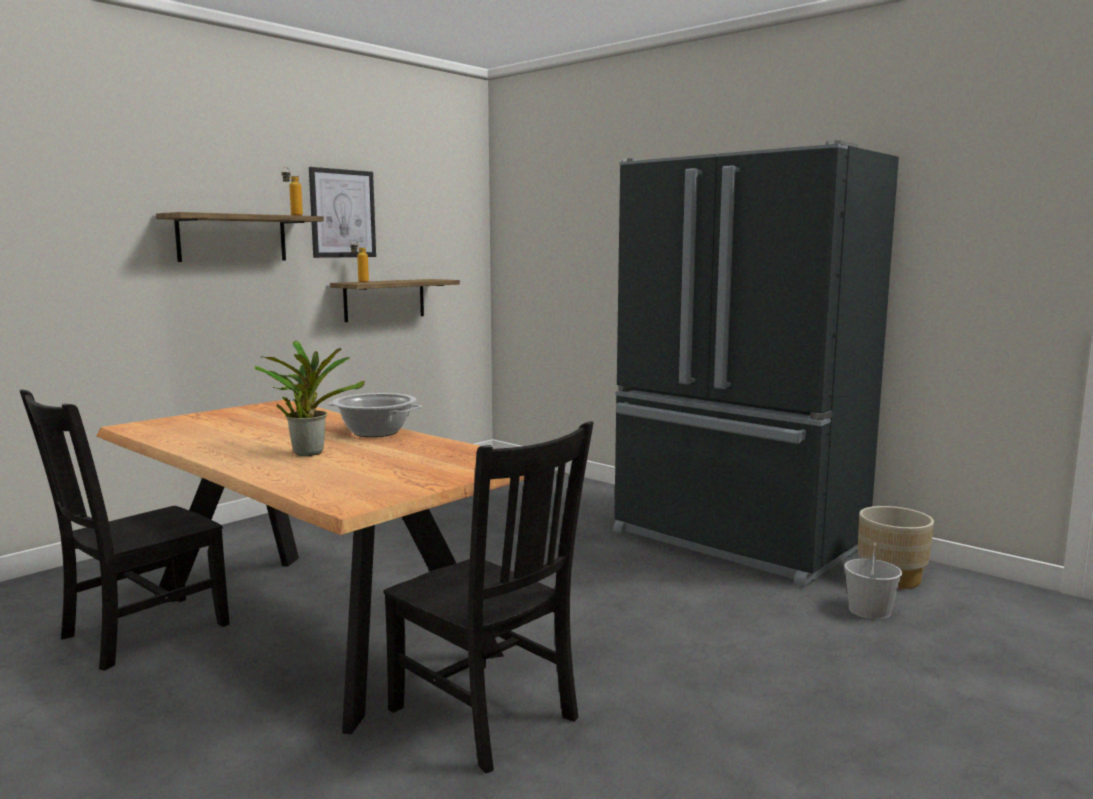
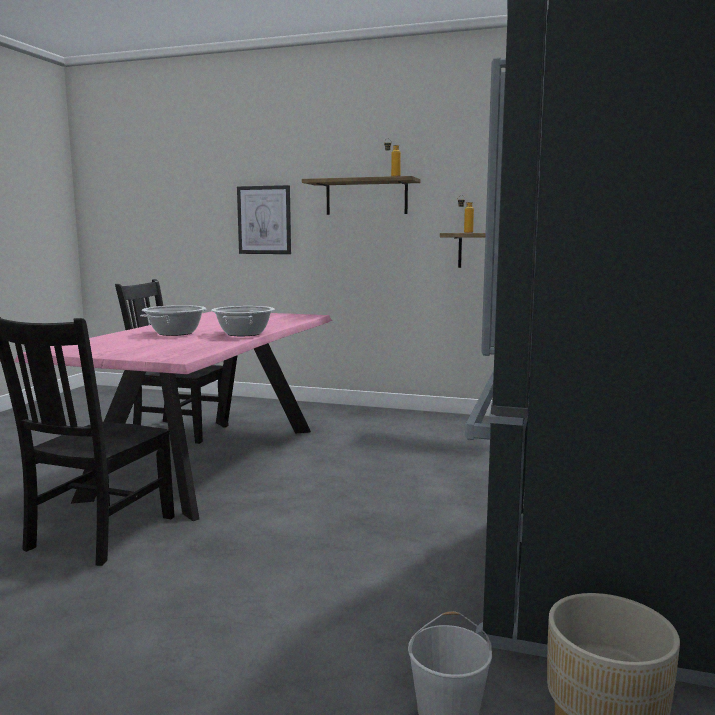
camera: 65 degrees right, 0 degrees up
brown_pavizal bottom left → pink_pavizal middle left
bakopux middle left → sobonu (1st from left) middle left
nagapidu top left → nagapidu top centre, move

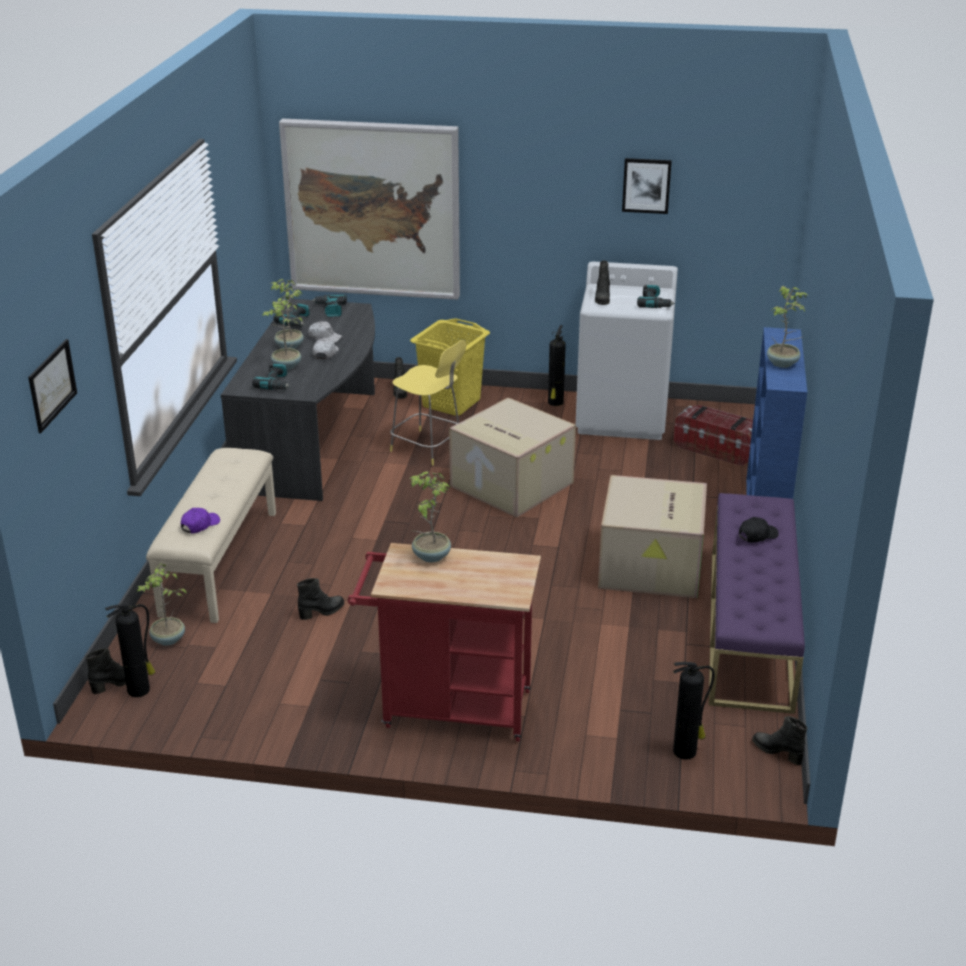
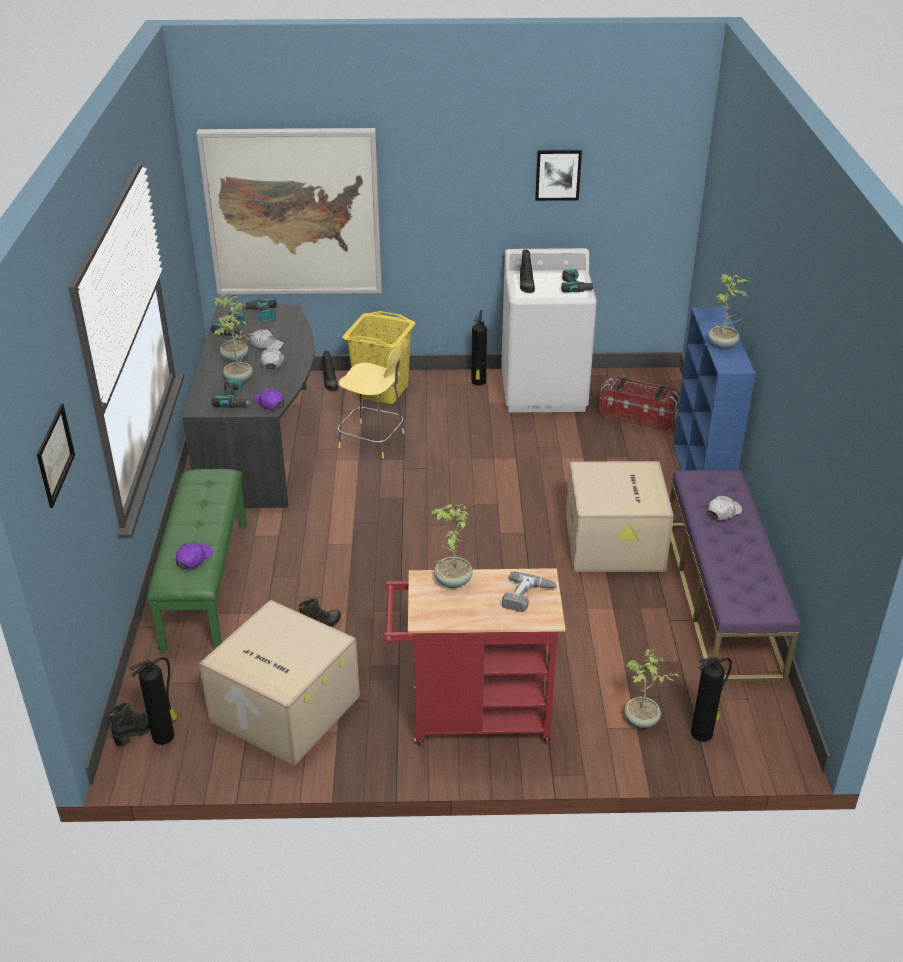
camera: 10 degrees left, 5 degrees up
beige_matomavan middle left → green_matomavan middle left
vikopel (1st from left) centre → vikopel (1st from left) bottom left, move
- → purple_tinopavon (2nd from left) middle left
- → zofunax (4th from left) centre
bakopux (1st from left in the first image) middle left → bakopux (4th from left) bottom right, move
black_tinopavon middle right → white_tinopavon (3rd from left) middle right
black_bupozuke (5th from left) bottom right → -

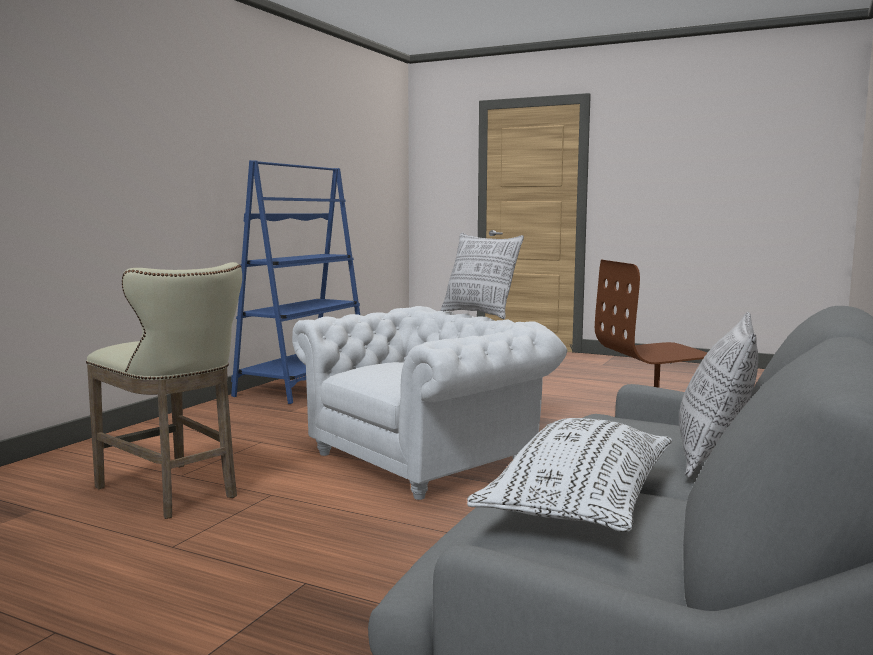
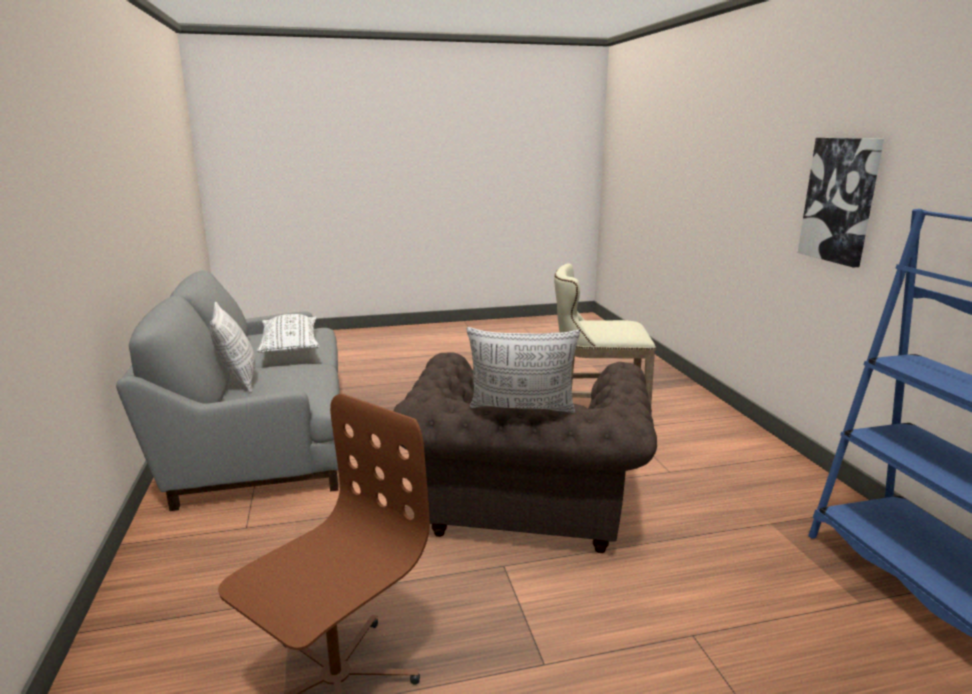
camera: 140 degrees right, 10 degrees up
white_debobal centre → brown_debobal centre
- → nagapidu top right

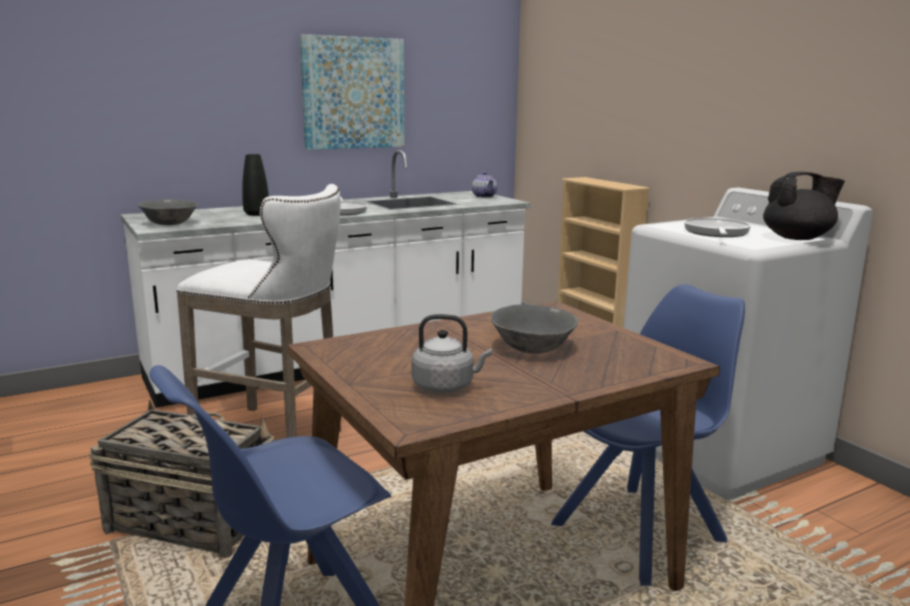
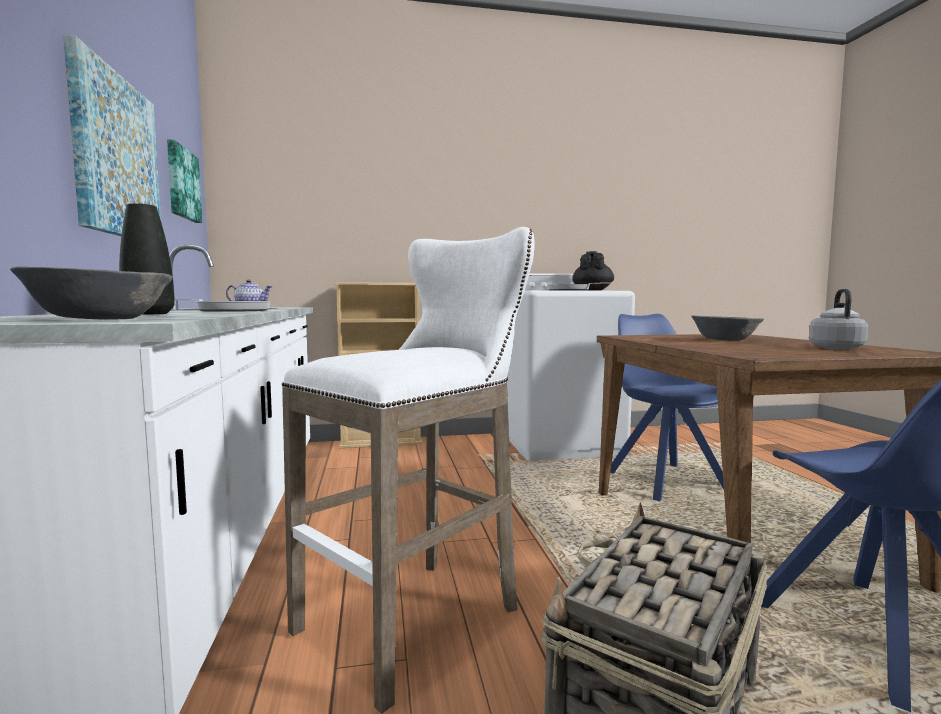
camera: 70 degrees left, 10 degrees down
- → nagapidu (2nd from left) top left

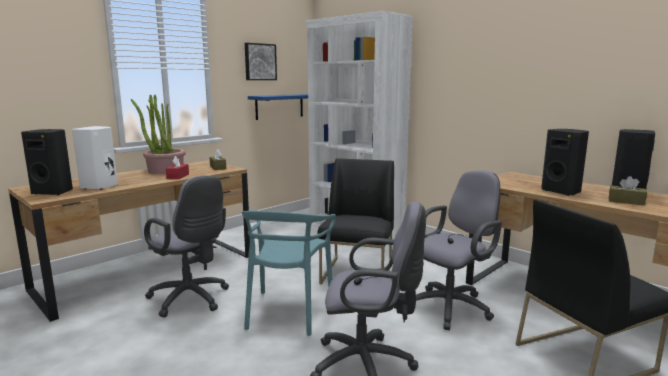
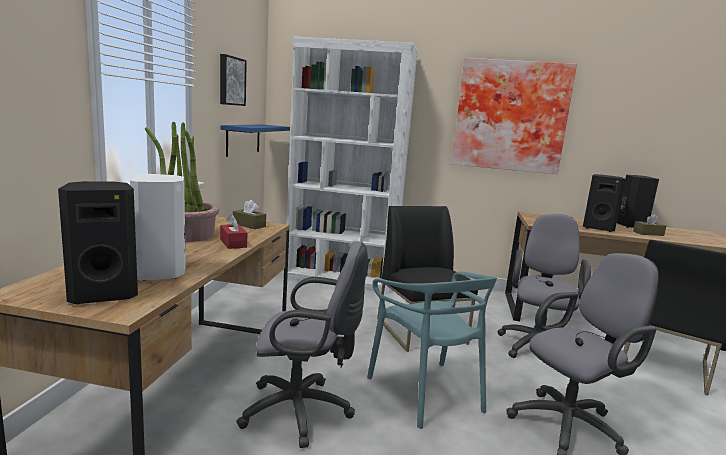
camera: 35 degrees left, 0 degrees up
- → nagapidu (2nd from left) top right

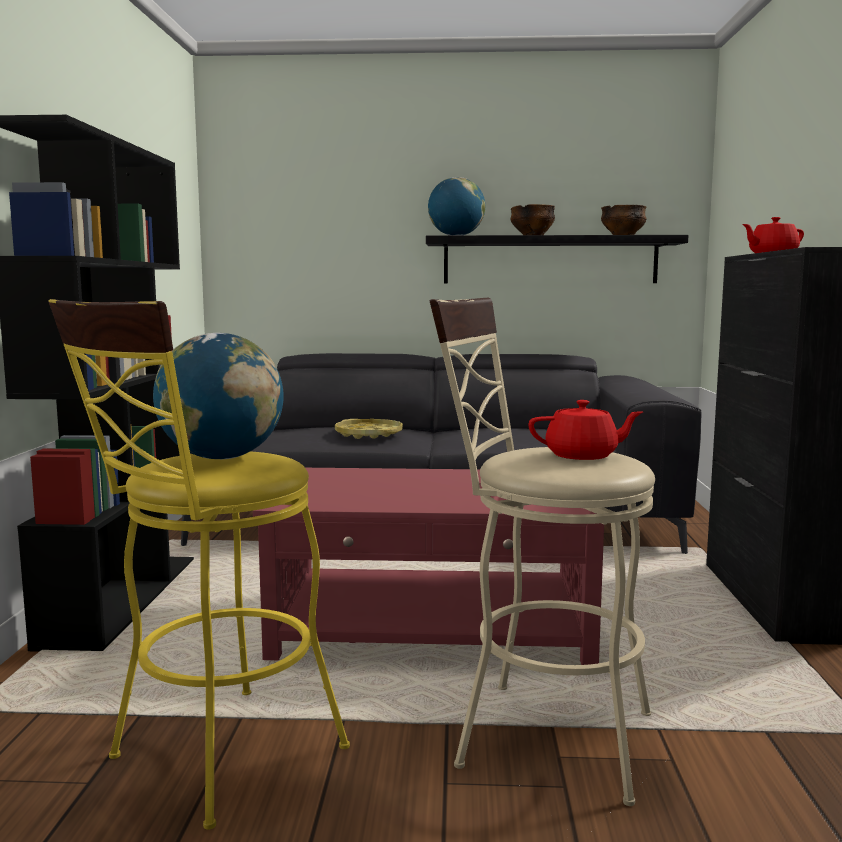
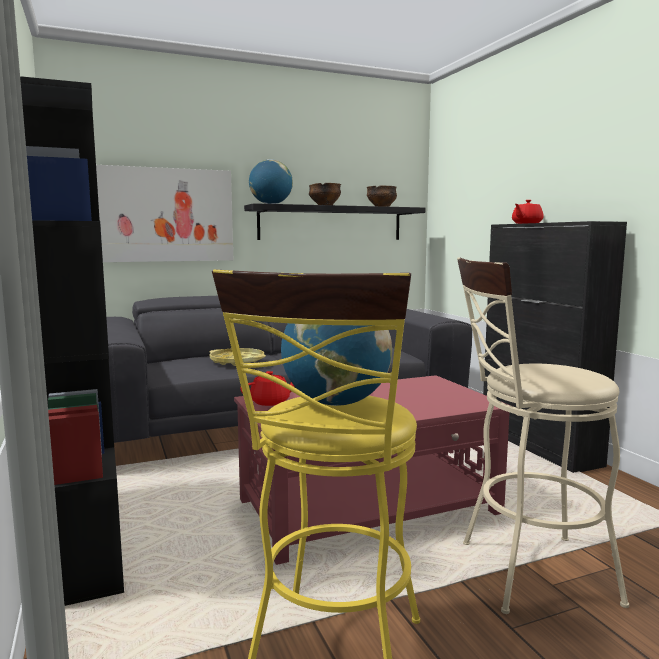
camera: 25 degrees left, 0 degrees up
- → nagapidu top left
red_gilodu (1st from left) middle right → red_gilodu (1st from left) centre, move

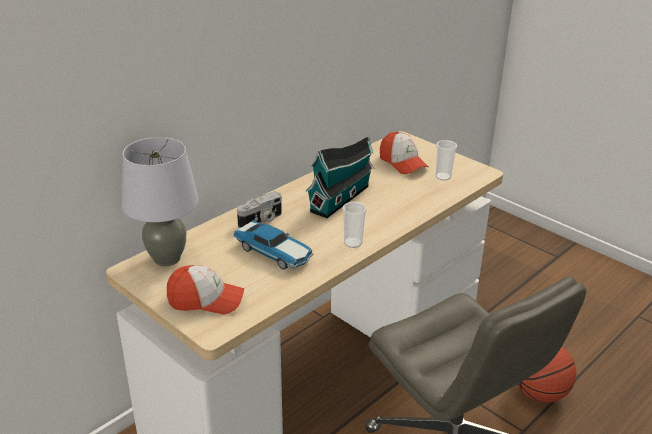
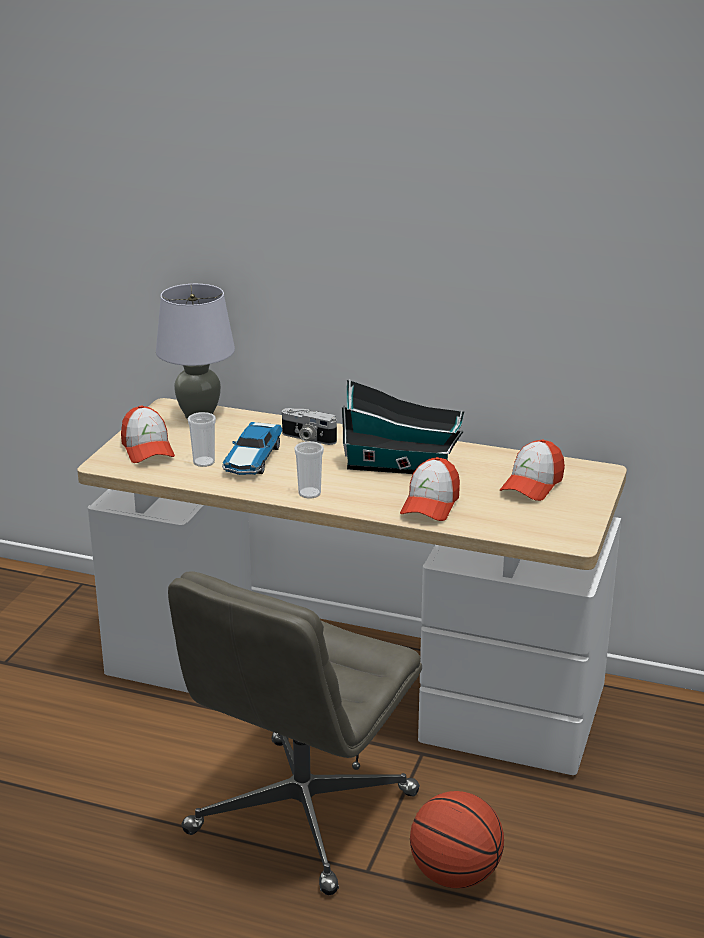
camera: 65 degrees right, 5 degrees down
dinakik (2nd from left in the first image) middle right → dinakik (1st from left) middle left, move
- → tinopavon (2nd from left) centre

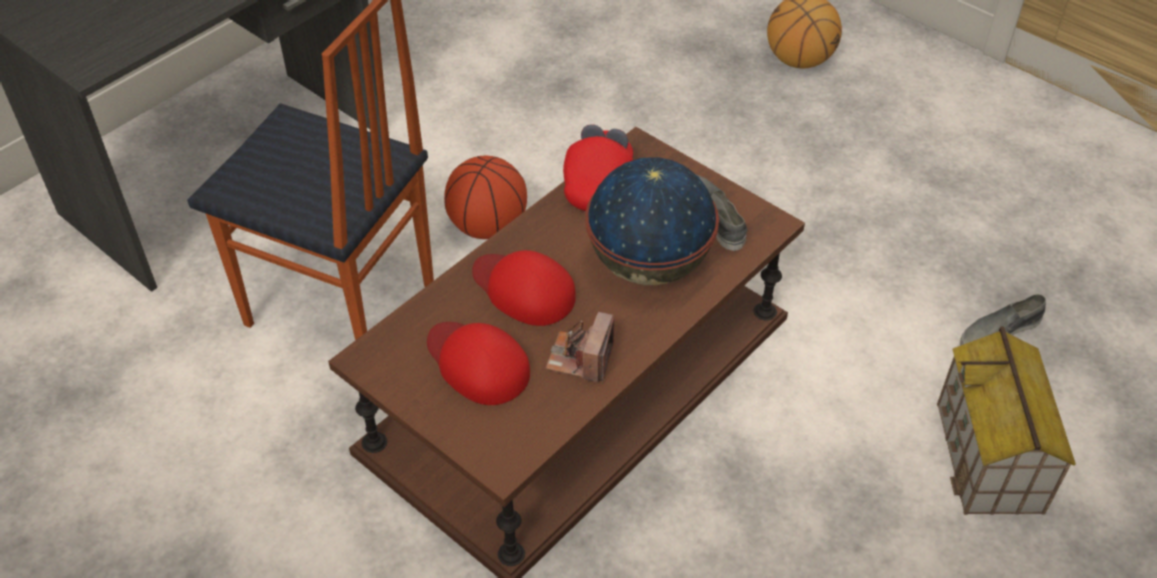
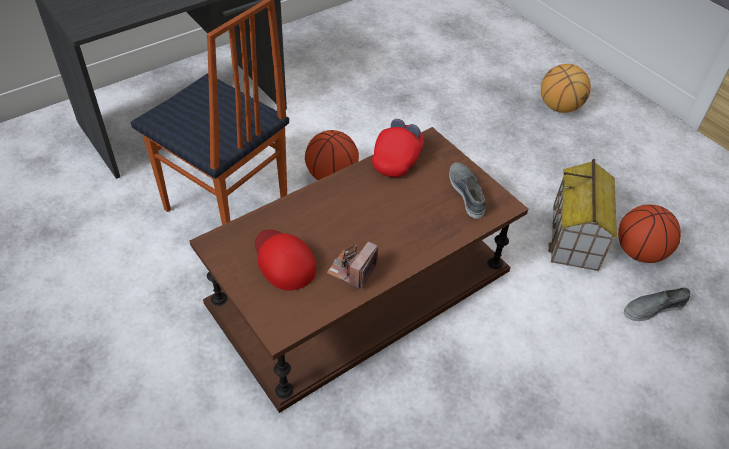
camera: 10 degrees right, 0 degrees up
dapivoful bottom right → dapivoful middle right, move
- → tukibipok (3rd from left) middle right
red_tinopavon (2nd from left) centre → -
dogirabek centre → -

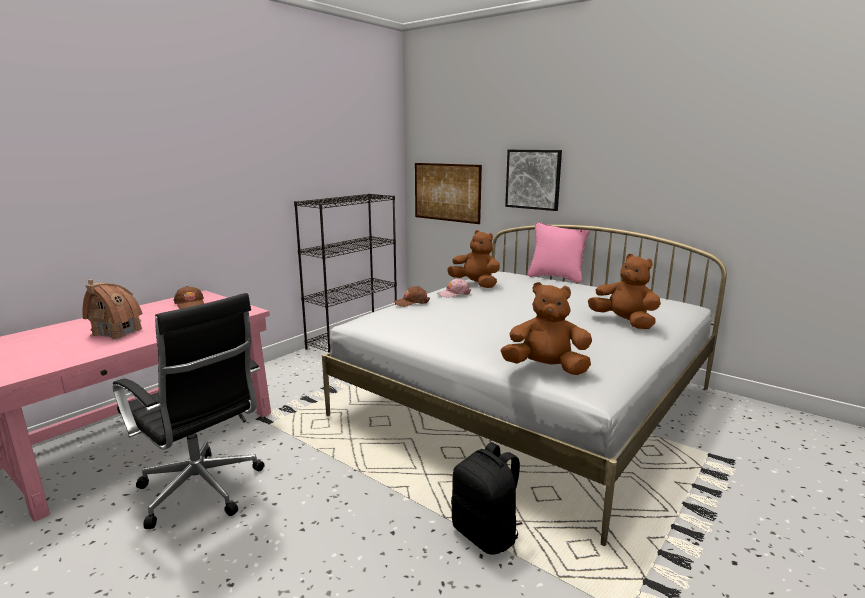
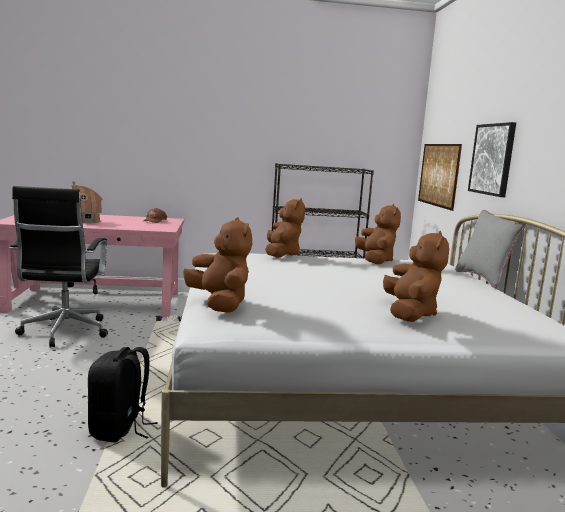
camera: 45 degrees right, 5 degrees down
brown_tinopavon (2nd from left) centre → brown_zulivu (2nd from left) centre
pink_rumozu centre → grey_rumozu middle right
pink_tinopavon centre → -

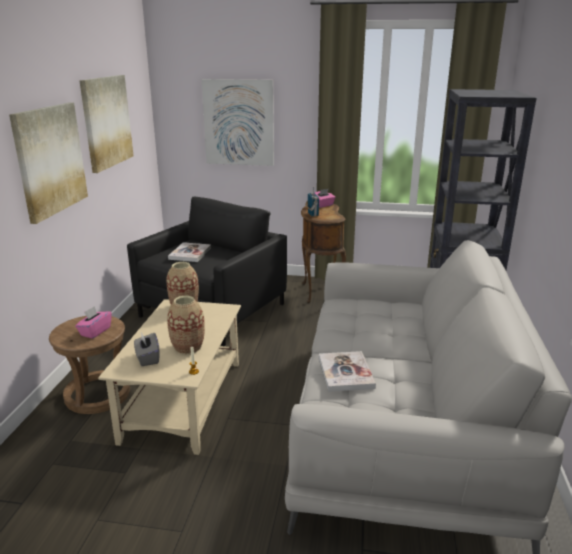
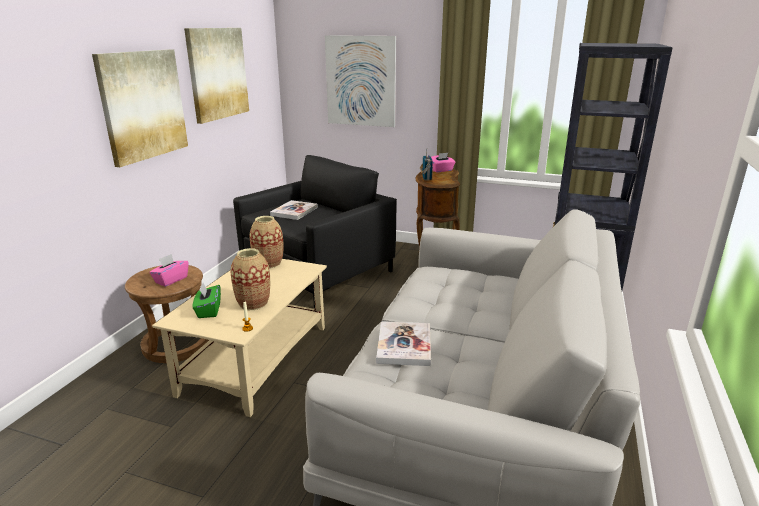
camera: 10 degrees right, 0 degrees up
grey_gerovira middle left → green_gerovira middle left

